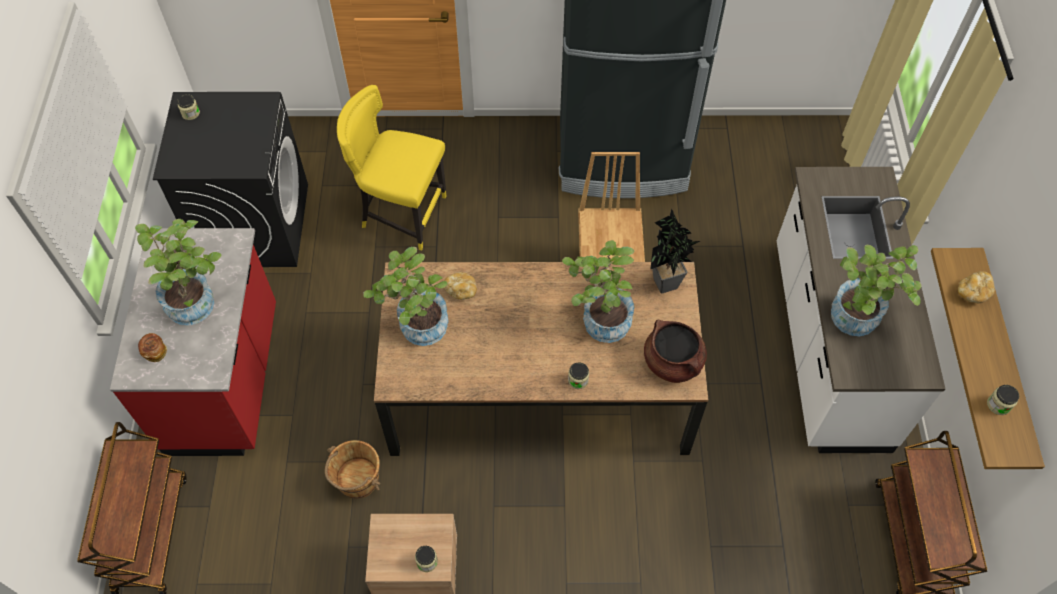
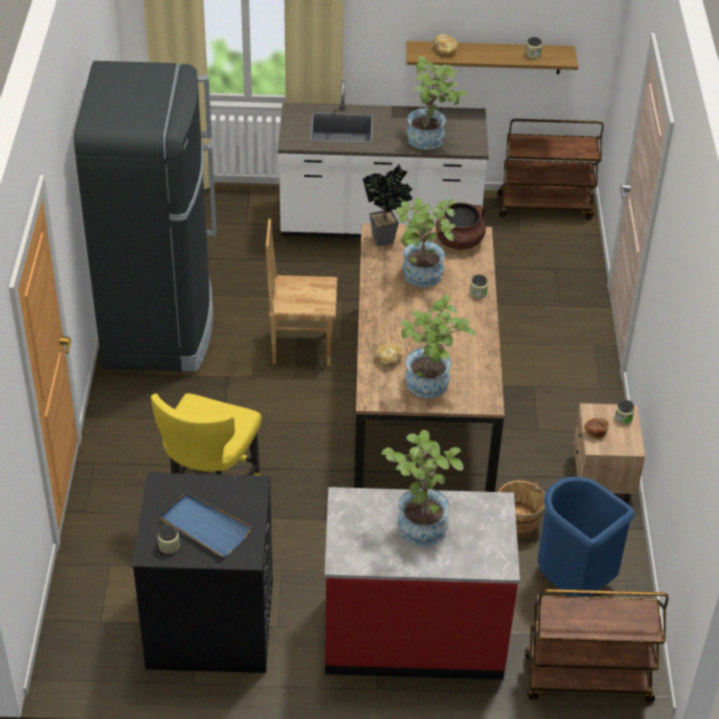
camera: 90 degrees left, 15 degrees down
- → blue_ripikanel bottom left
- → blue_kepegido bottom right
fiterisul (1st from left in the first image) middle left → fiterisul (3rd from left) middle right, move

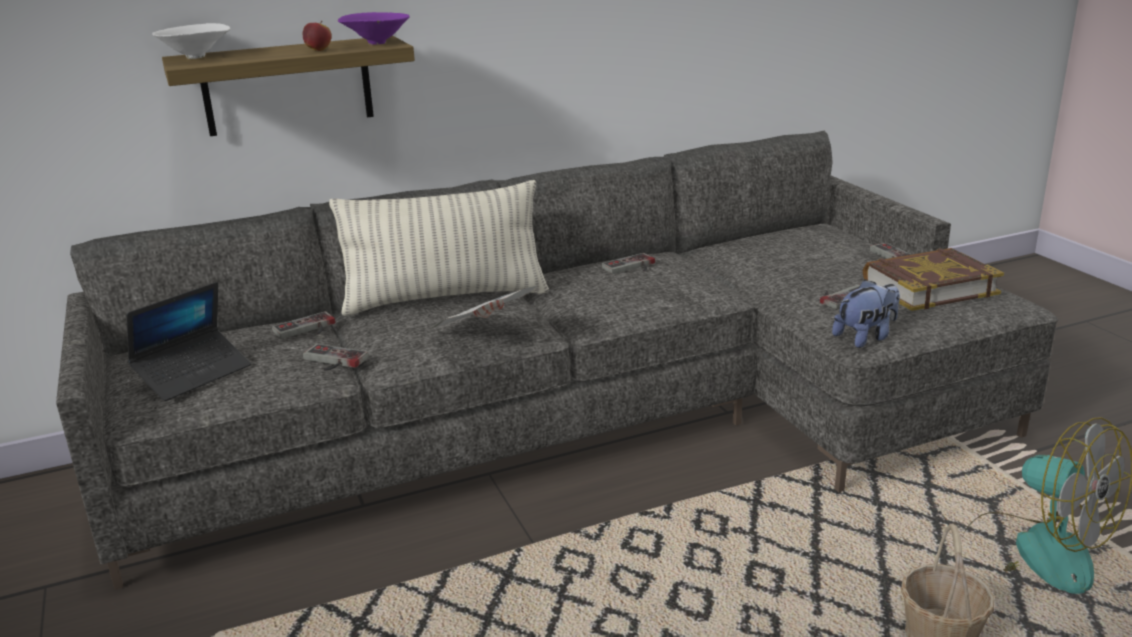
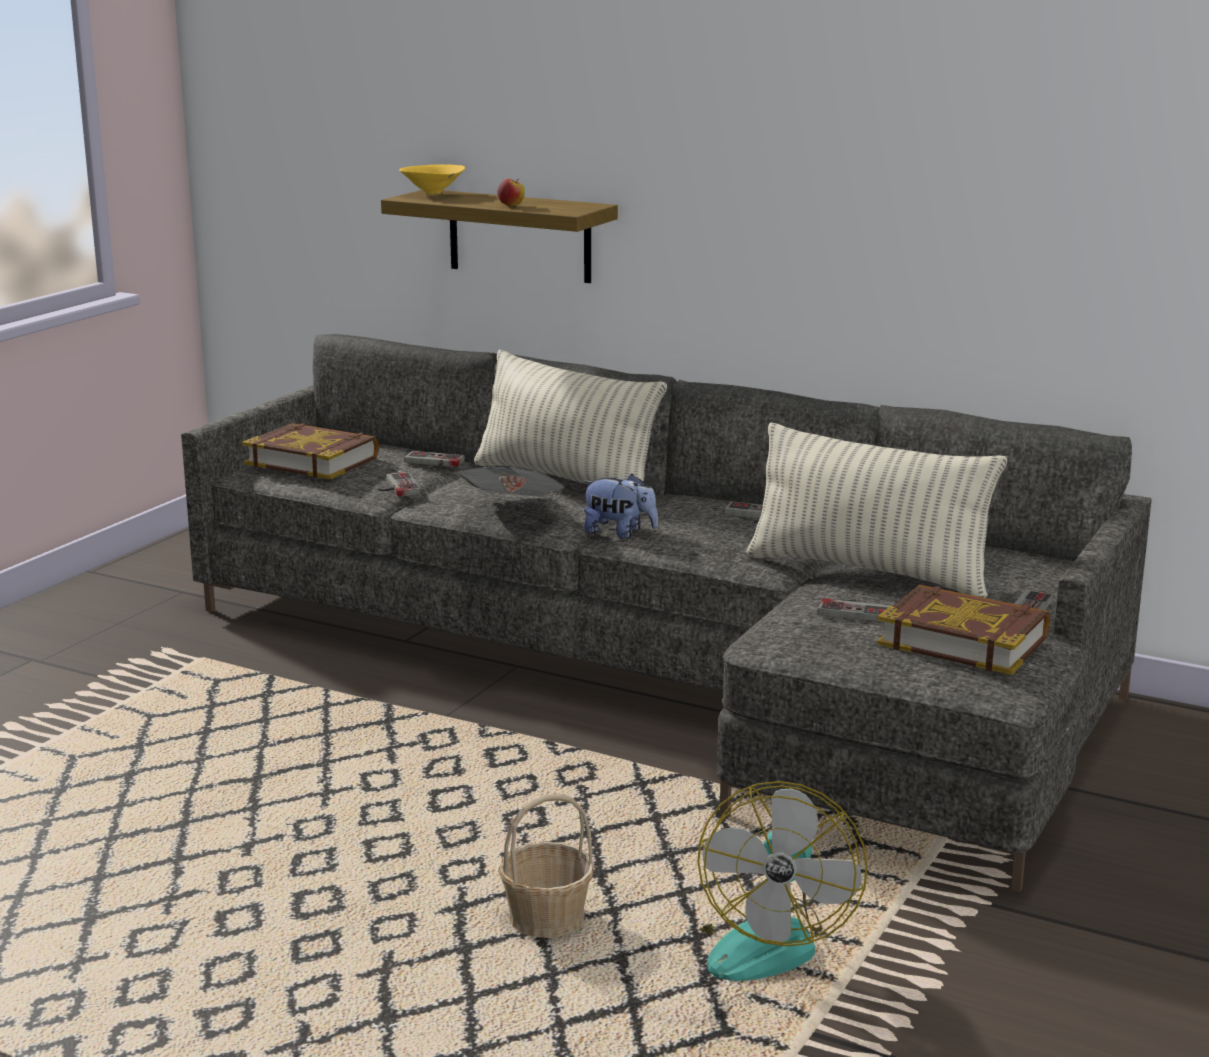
camera: 50 degrees right, 5 degrees down
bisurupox middle left → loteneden (1st from left) middle left
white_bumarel top left → yellow_bumarel top centre
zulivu middle right → zulivu centre, move
- → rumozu (2nd from left) middle right
purple_bumarel top left → -

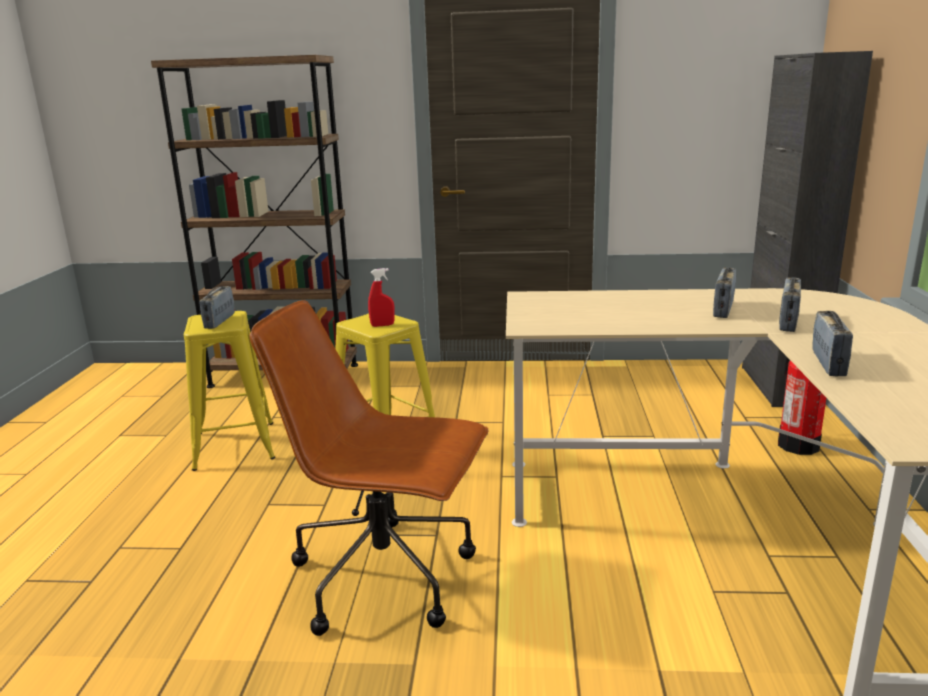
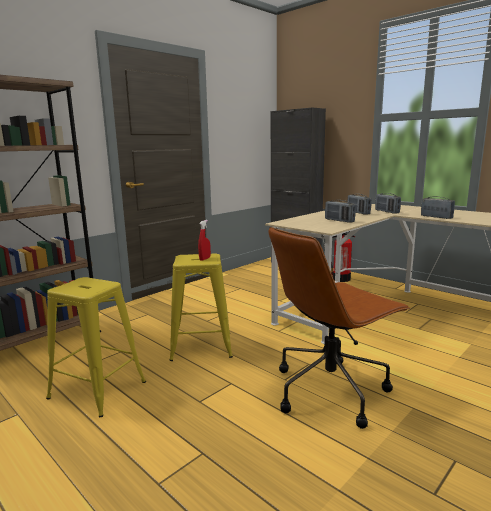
camera: 50 degrees left, 5 degrees down
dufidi (1st from left) middle left → dufidi (1st from left) middle right, move

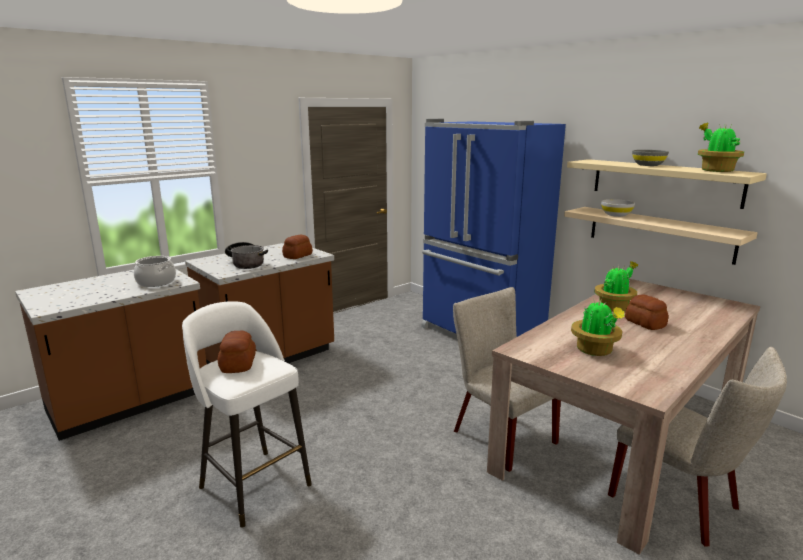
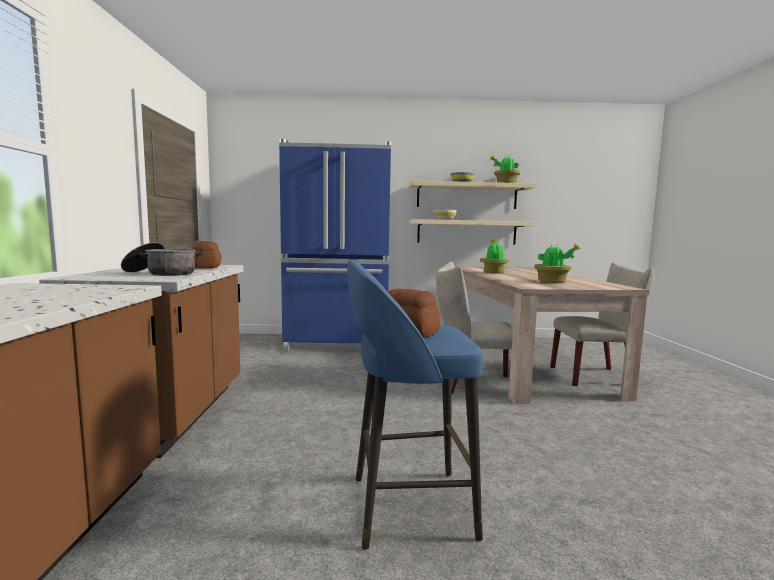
camera: 50 degrees left, 10 degrees down
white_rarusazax bottom left → blue_rarusazax bottom centre
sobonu (1st from left) middle left → -
fiterisul (3rd from left) middle right → -

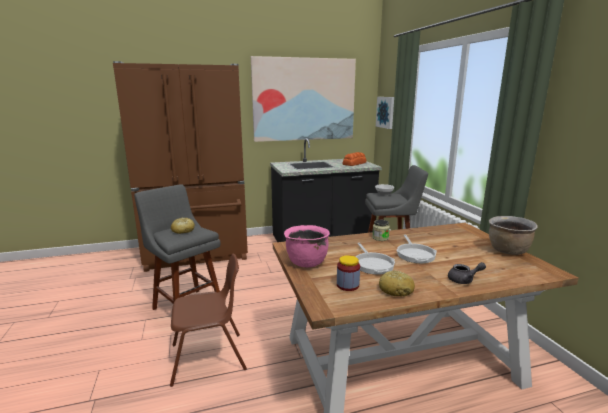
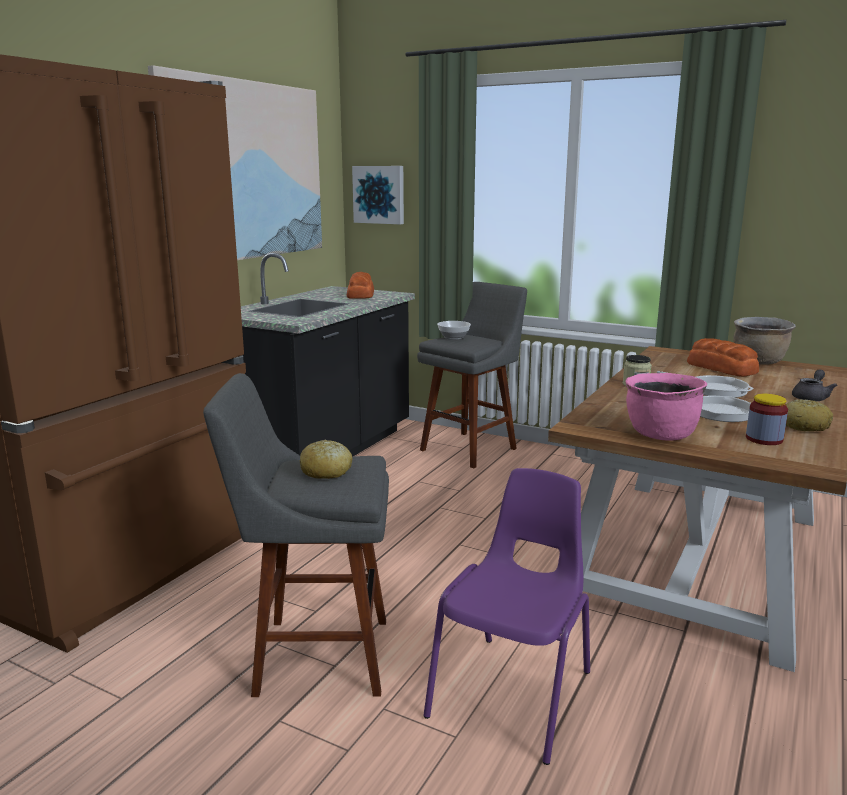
camera: 45 degrees left, 0 degrees up
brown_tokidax bottom centre → purple_tokidax bottom centre
- → fiterisul (3rd from left) middle right

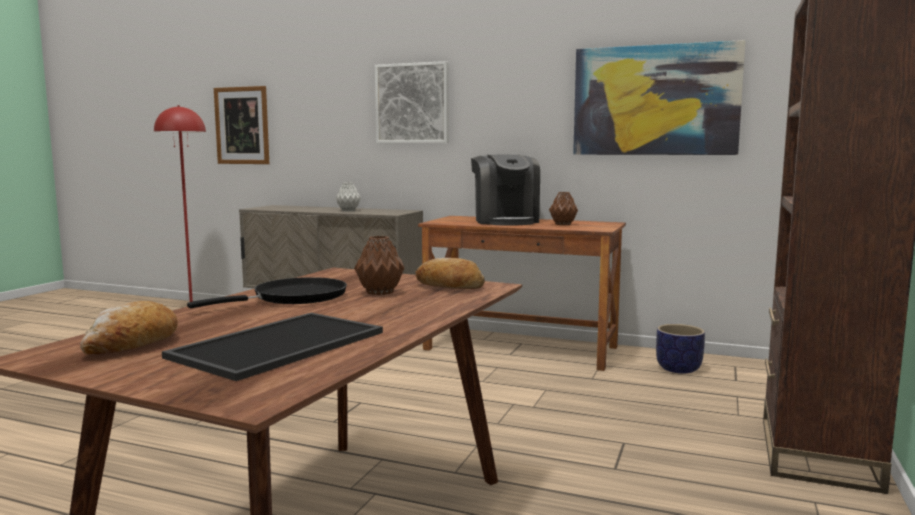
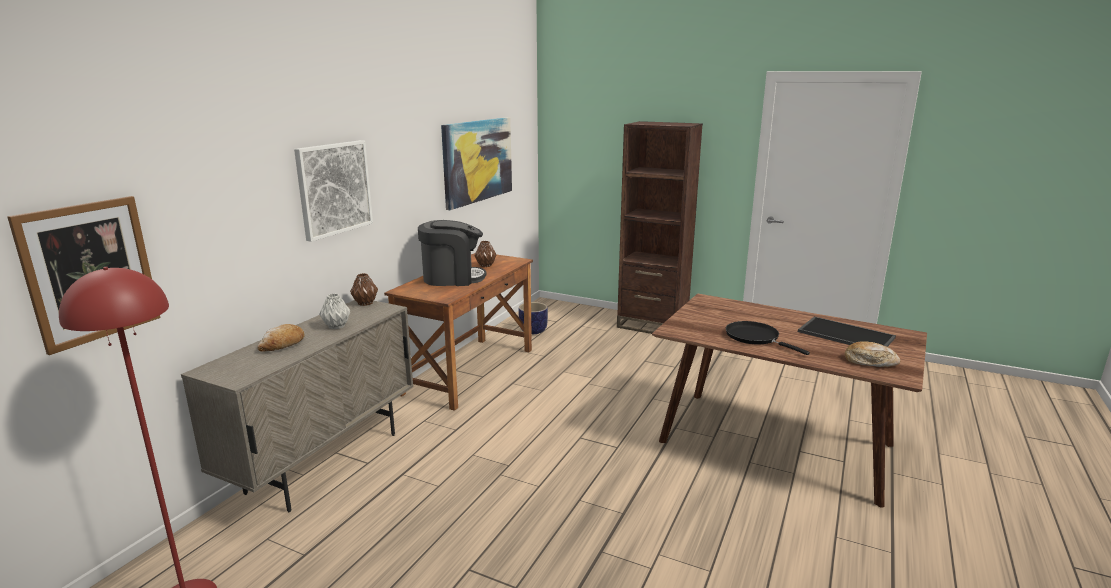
camera: 85 degrees left, 10 degrees up
fiterisul (2nd from left in the first image) centre → fiterisul (1st from left) middle left, move
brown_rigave (1st from left) centre → brown_rigave (1st from left) middle left, move

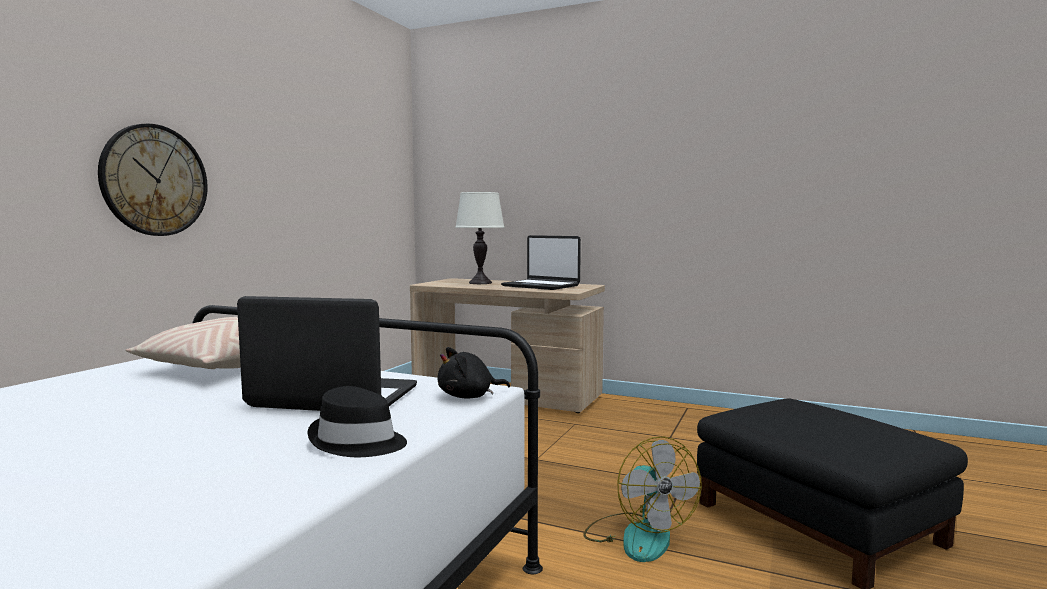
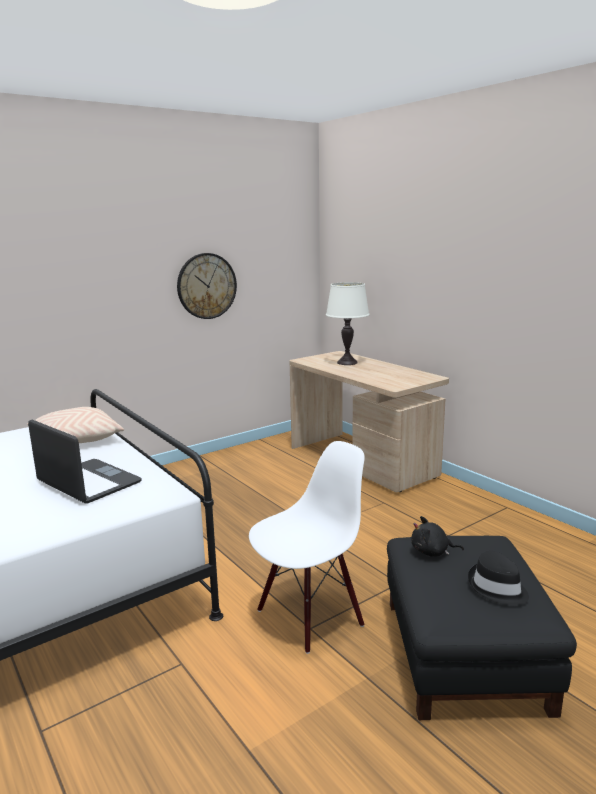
camera: 30 degrees right, 10 degrees up
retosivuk top left → retosivuk centre, move
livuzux bottom centre → white_tokidax bottom centre
black_zulivu centre → black_zulivu bottom right, move
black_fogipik bottom centre → black_fogipik bottom right, move
bisurupox (2nd from left) centre → -

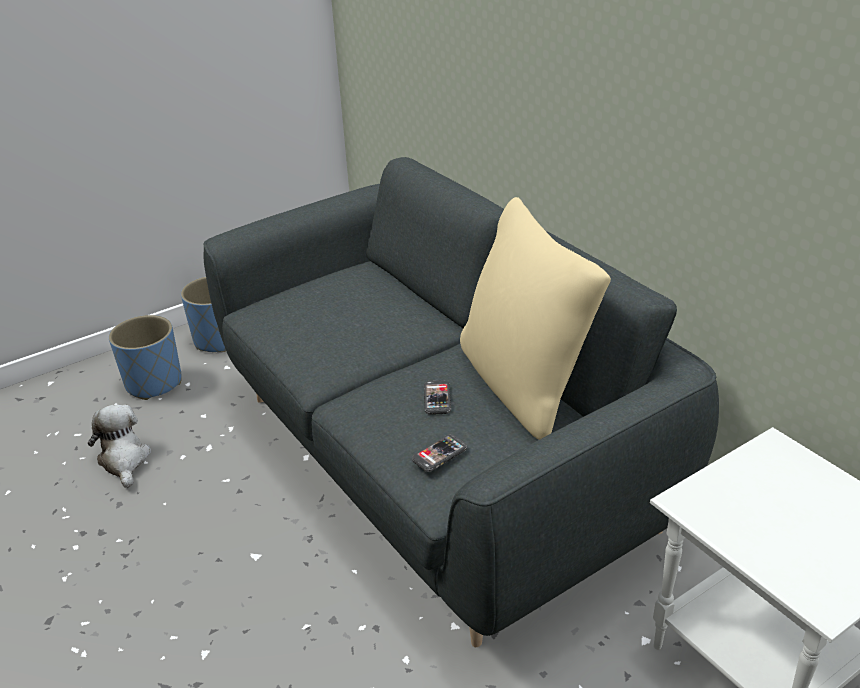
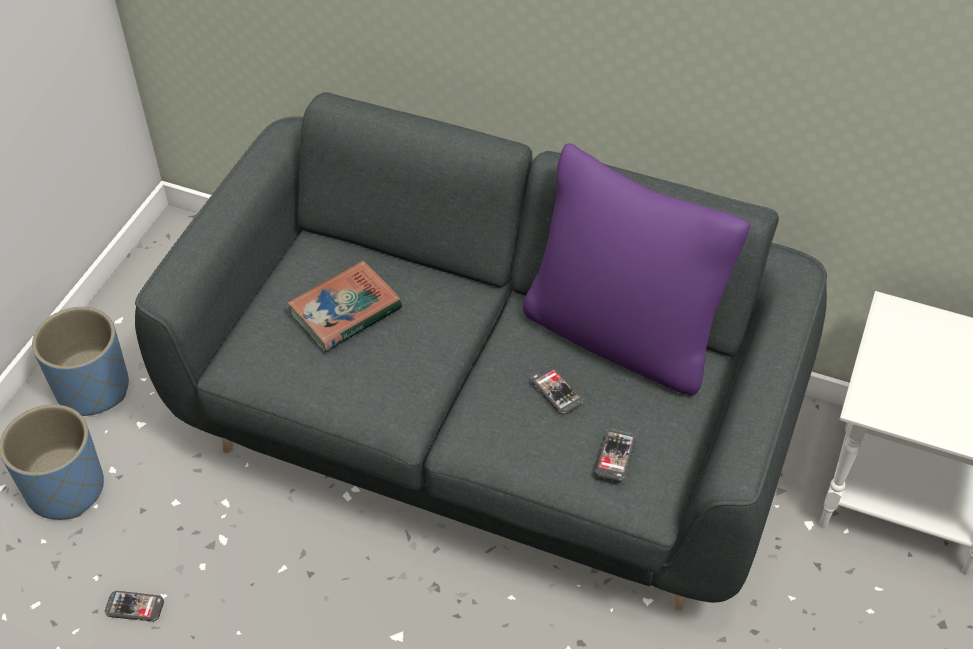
camera: 35 degrees left, 15 degrees up
zulivu middle left → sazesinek (1st from left) bottom left
- → loteneden centre
beige_rumozu centre → purple_rumozu centre

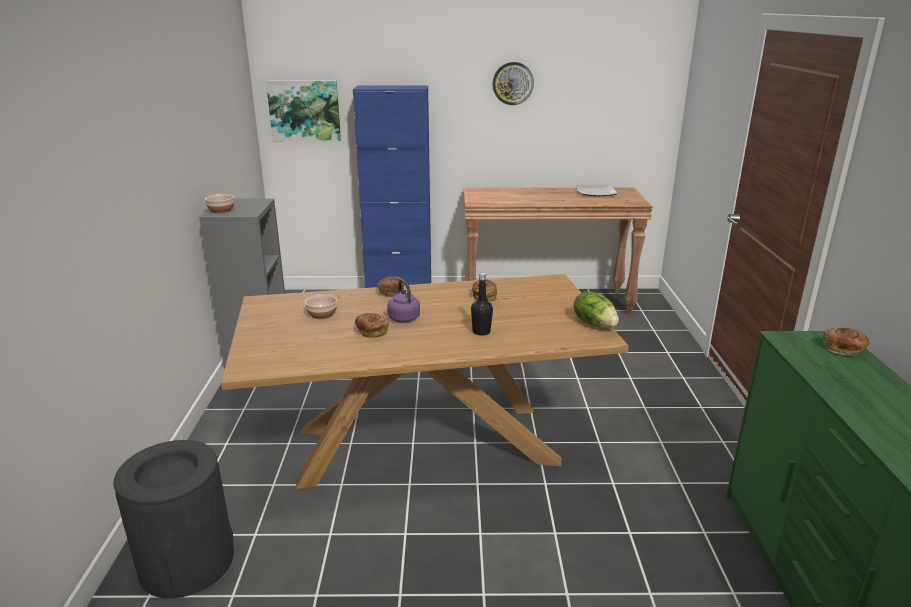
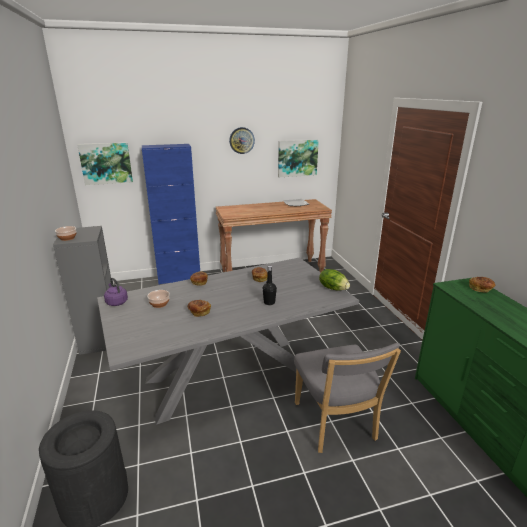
camera: 15 degrees left, 0 degrees up
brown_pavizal centre → grey_pavizal centre
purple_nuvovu centre → purple_nuvovu middle left, move
- → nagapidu (2nd from left) top centre
- → grey_tokidax bottom centre

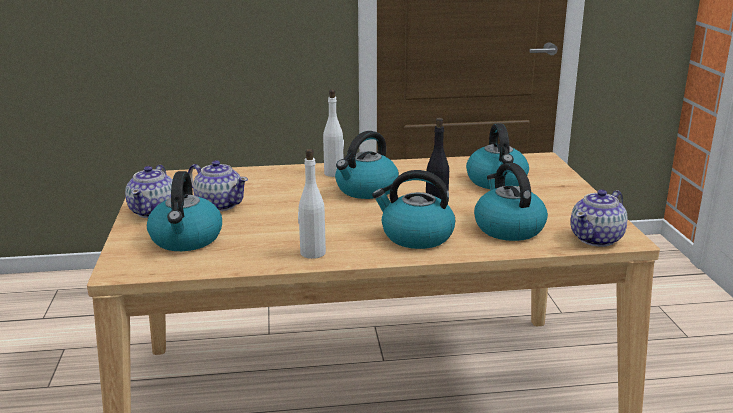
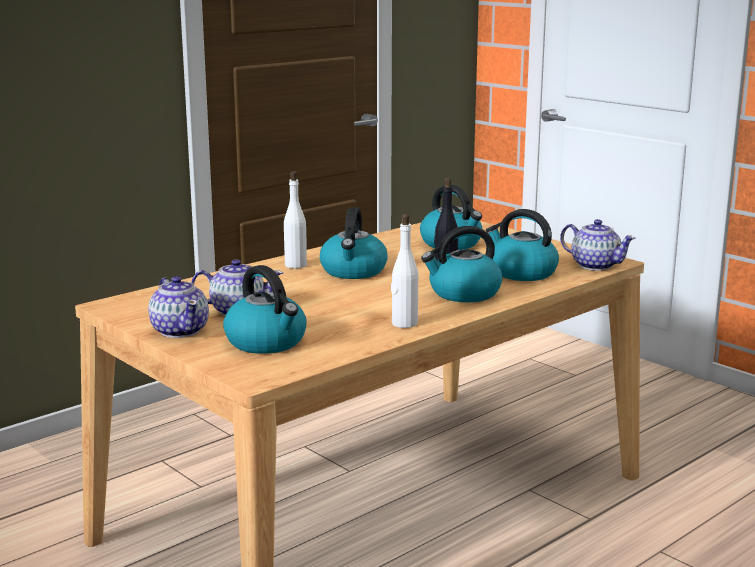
camera: 35 degrees left, 5 degrees down
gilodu (3rd from left) middle right, 60 degrees counterclockwise

